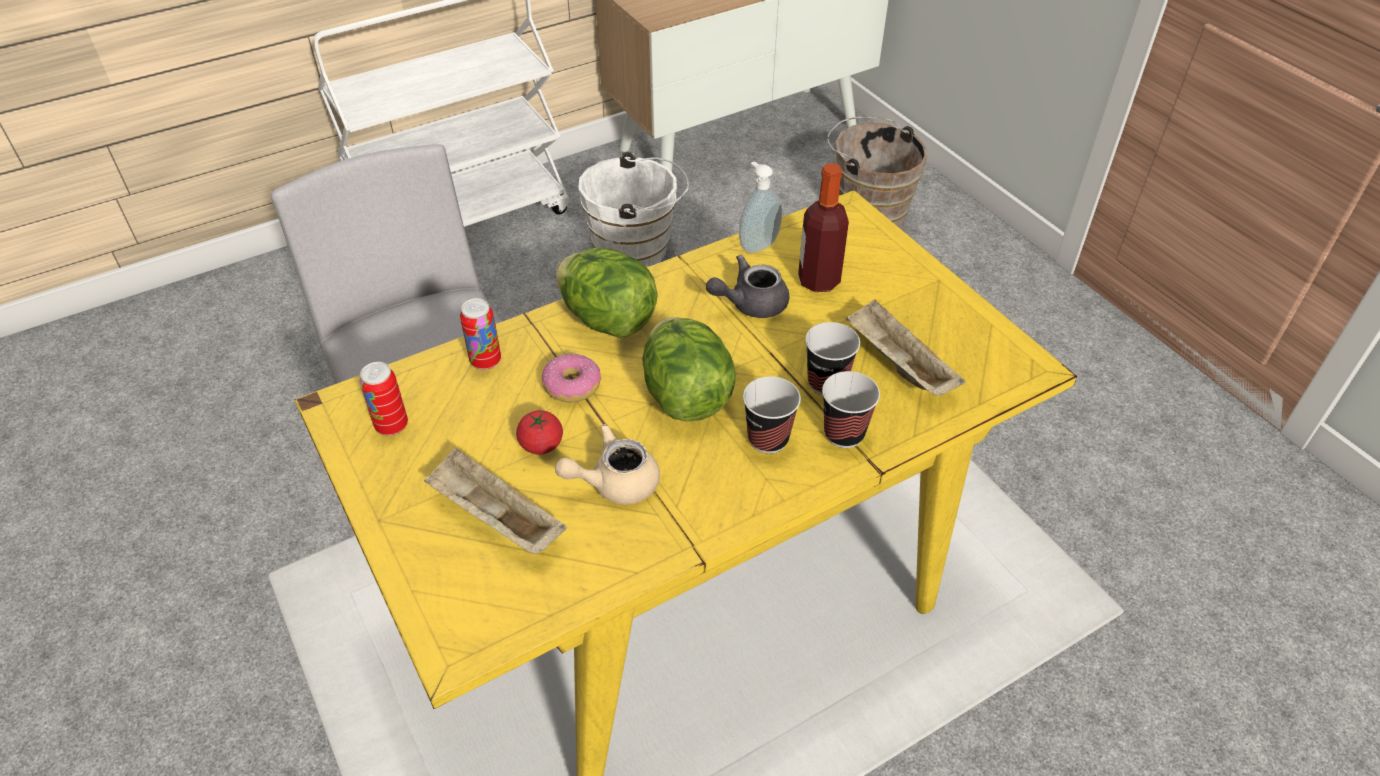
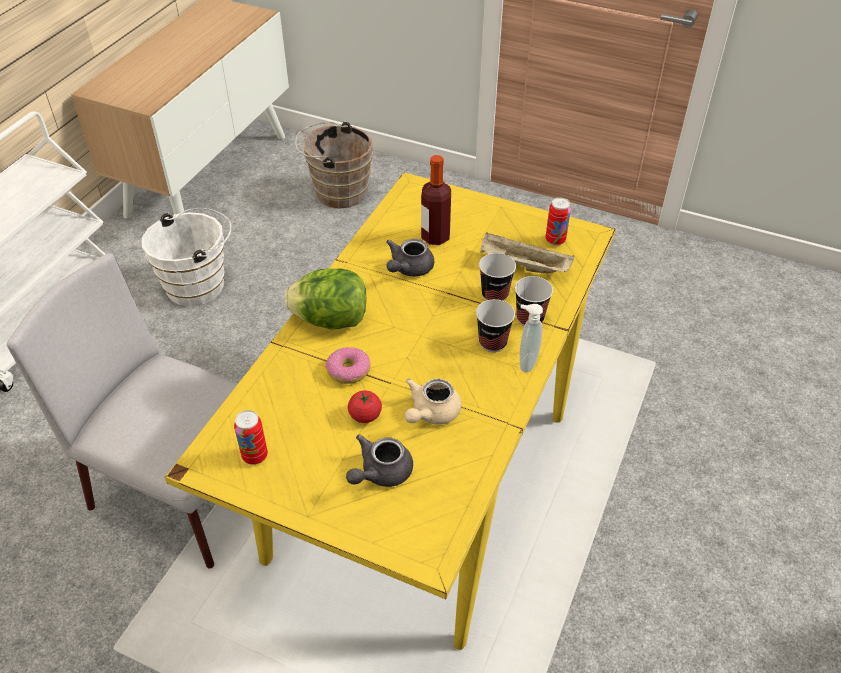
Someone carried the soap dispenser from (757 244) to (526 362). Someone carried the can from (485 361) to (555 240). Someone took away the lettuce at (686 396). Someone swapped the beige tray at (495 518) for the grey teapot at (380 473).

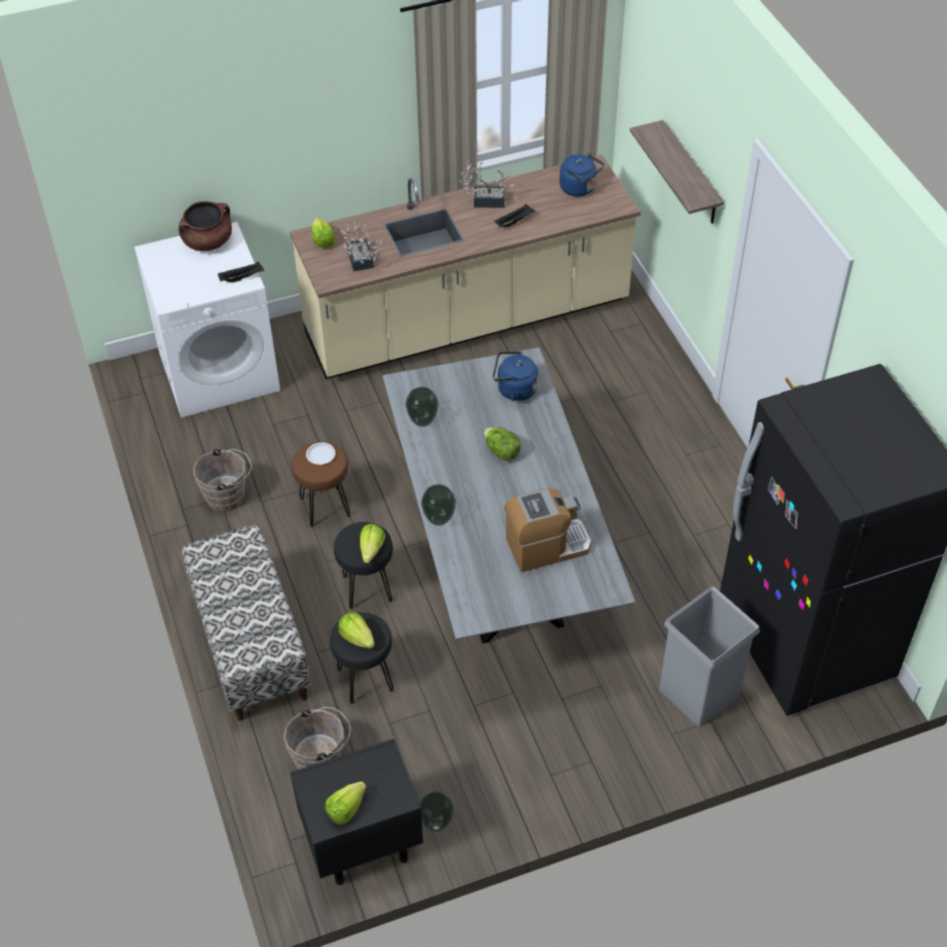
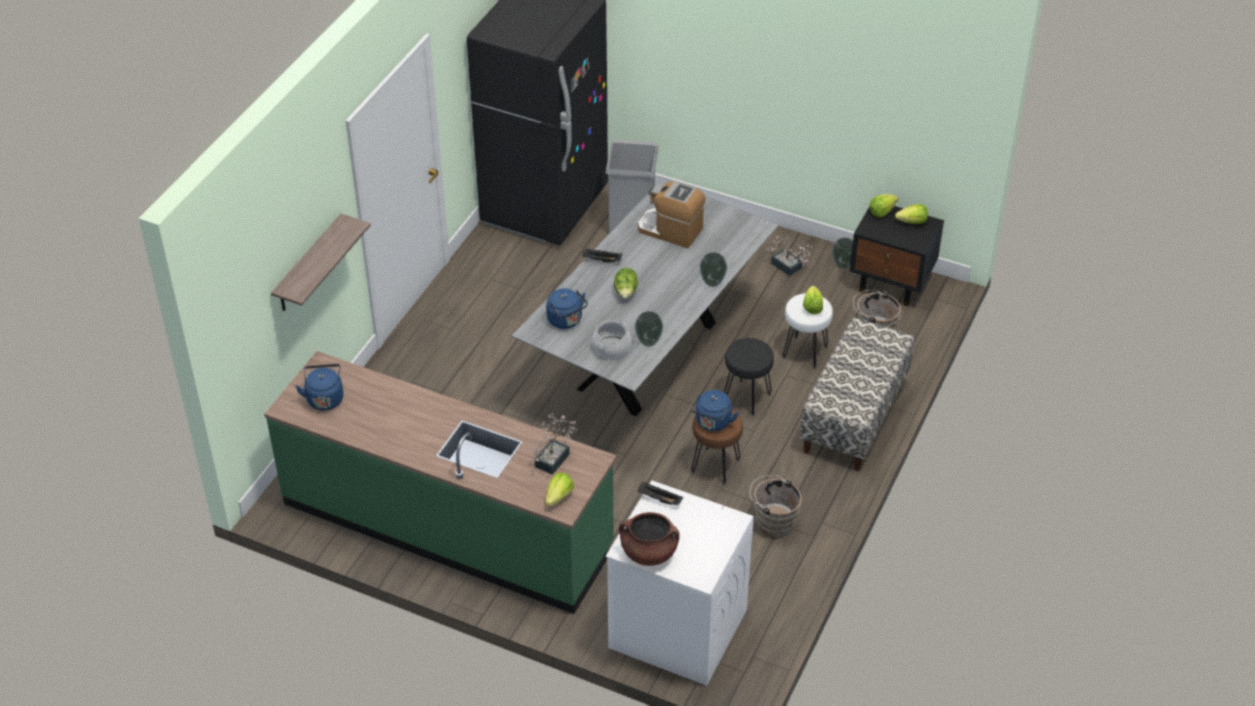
Someone repainted the beige counter at (467 320), which became the green counter at (448 525). Someone carried the potted plant from (485 200) to (788 268). Someone carried the black tray from (514 221) to (601 260). Someone swapped the white plate at (321 455) for the blue kettle at (712 423). Someone carried the lettuce from (371 550) to (882 211). Someone repainted the black stool at (364 679), which became the white stool at (805 352). Someone put down the cooking pot at (611 348).

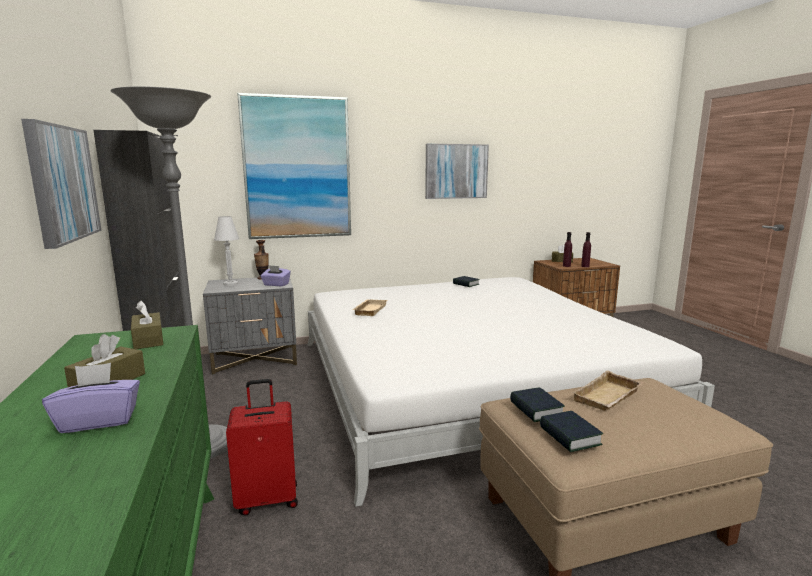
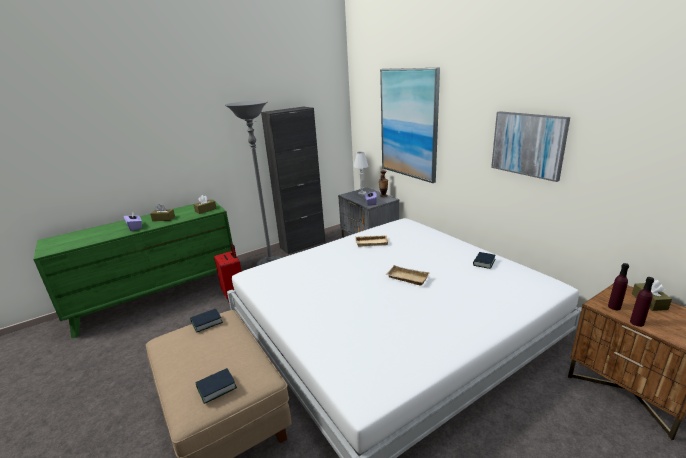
Someone took away the picture at (62 183). Someone carried the beige tray from (608 397) to (406 278). Someone carried the book from (569 436) to (216 388).

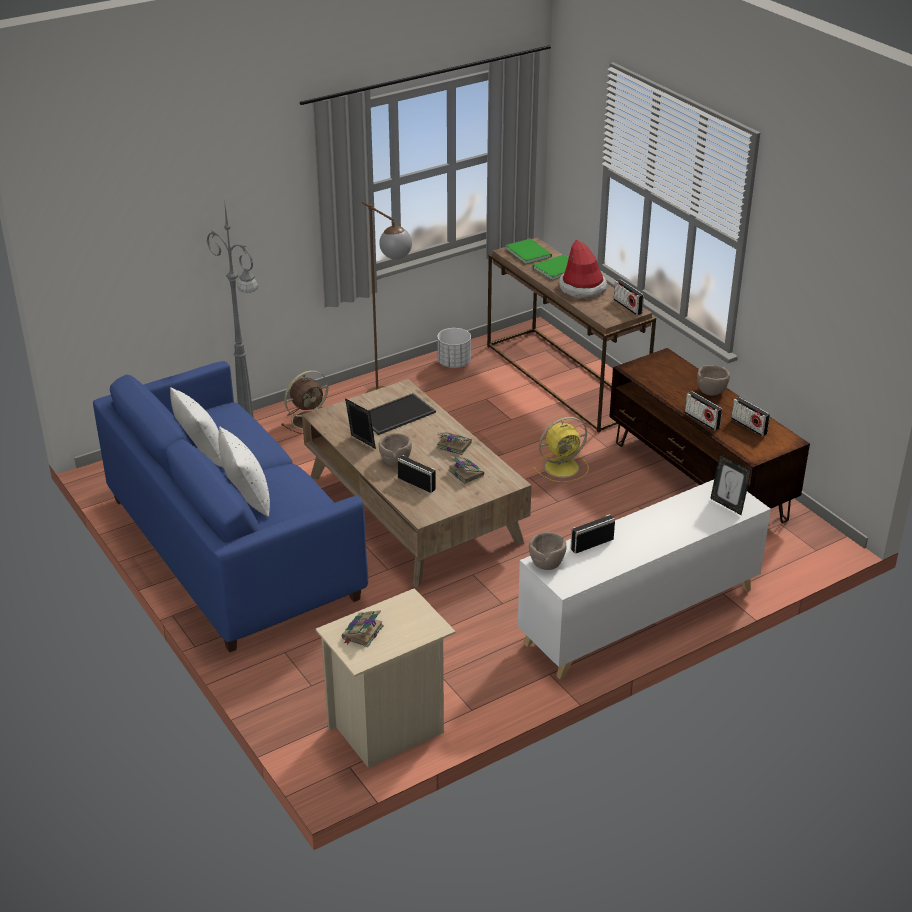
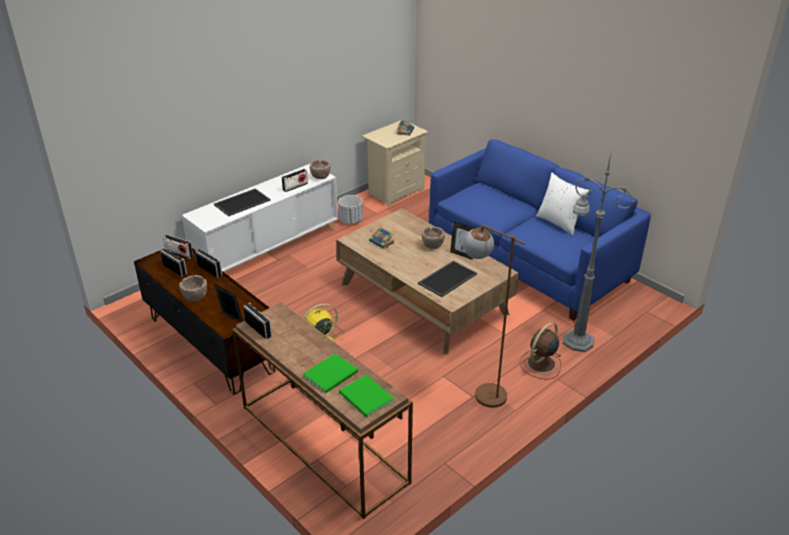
Someone took away the hat at (582 287). Someone carried the white planter from (454 363) to (351 220). Someone took away the white pillow at (247 499). Someone took away the book at (453 445). Someone carried the picture frame from (727 505) to (231 319). Someone carried the radio from (416 483) to (179 254). Someone put down the tray at (242 202).

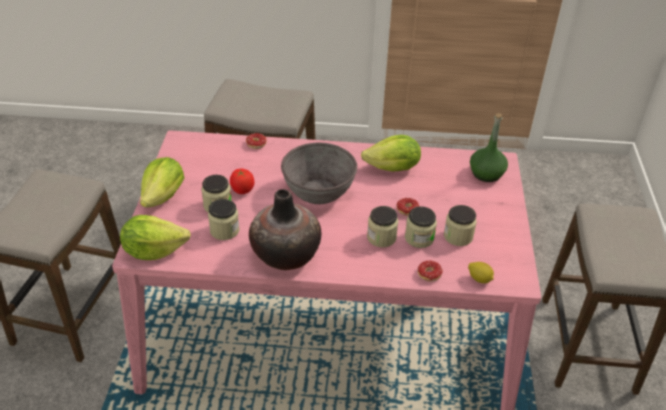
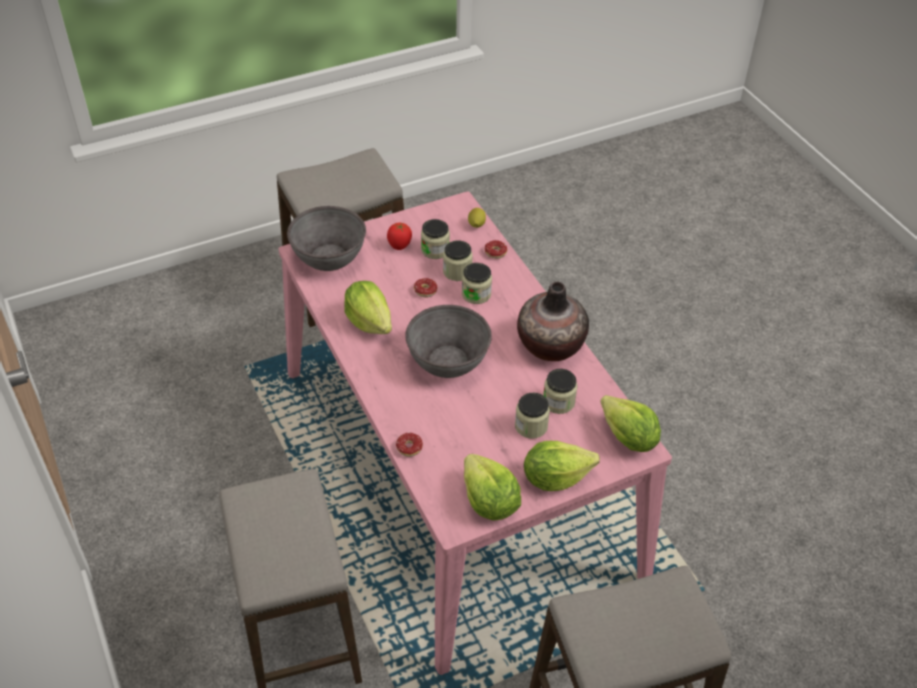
Someone swapped the green bottle at (486 173) for the grey bowl at (329 257). Someone carried the tomato from (242 190) to (399 245). Someone put down the lettuce at (489 500).

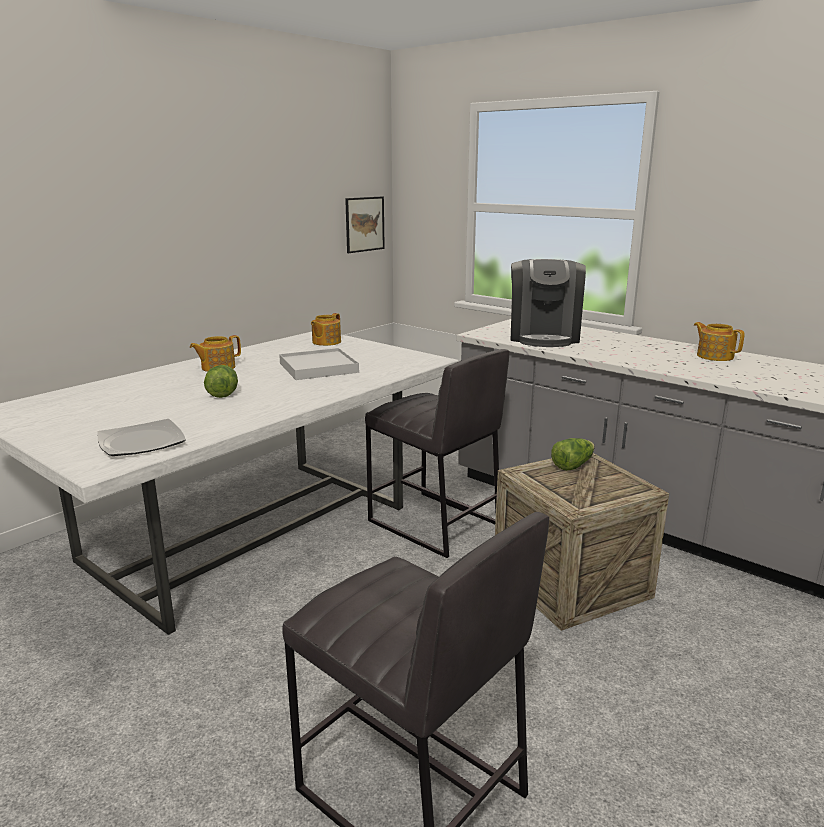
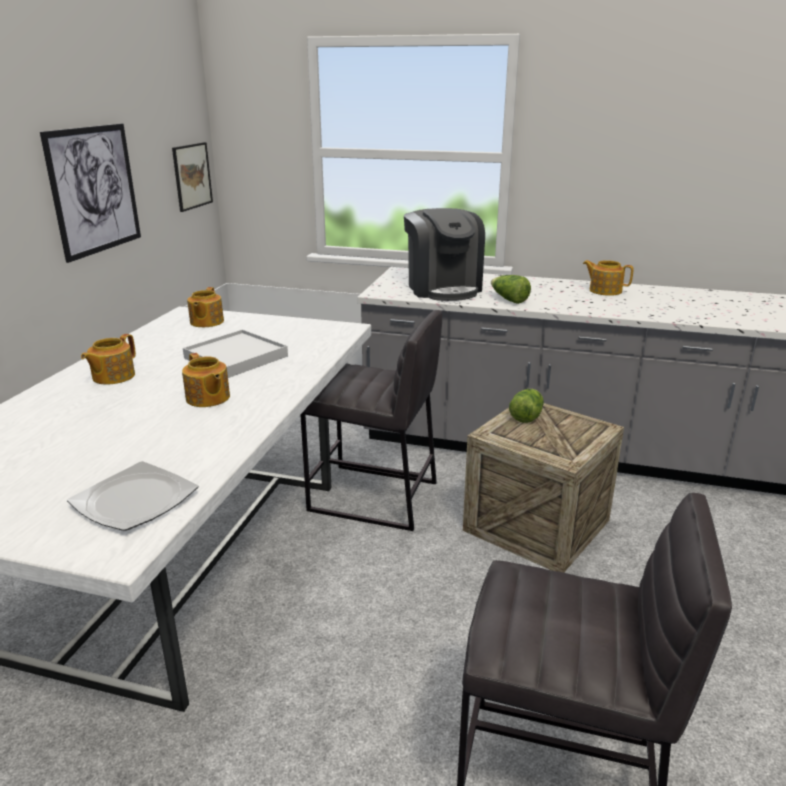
Someone carried the lettuce from (222 392) to (508 299). Someone put up the picture at (94 190). Someone put down the teapot at (207 398).

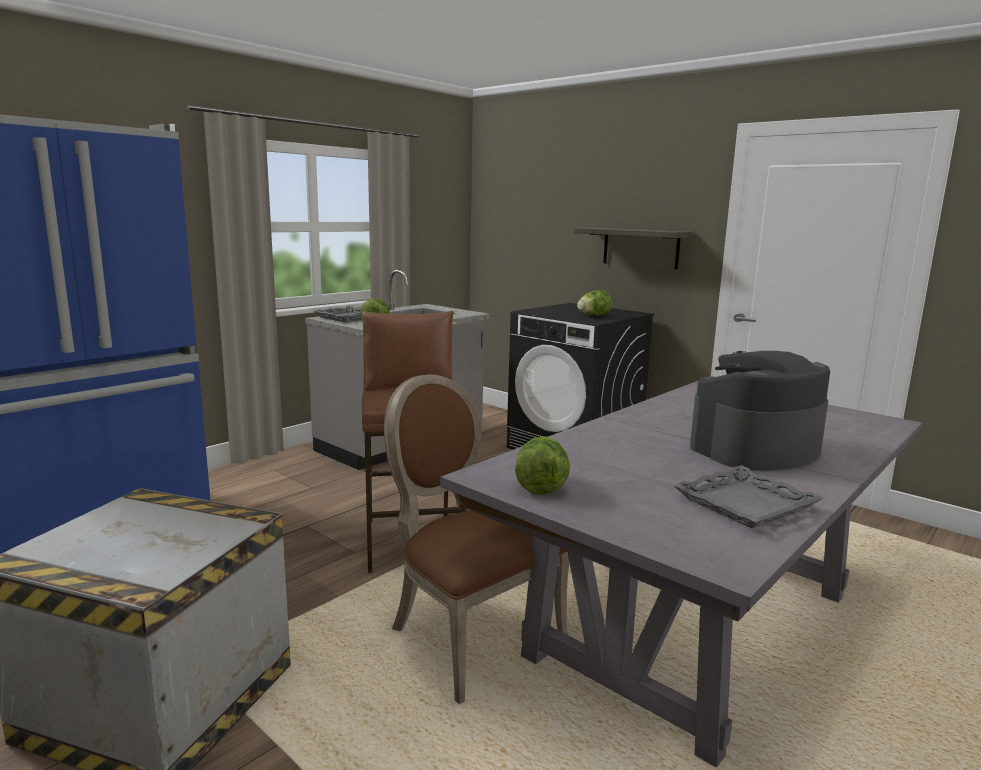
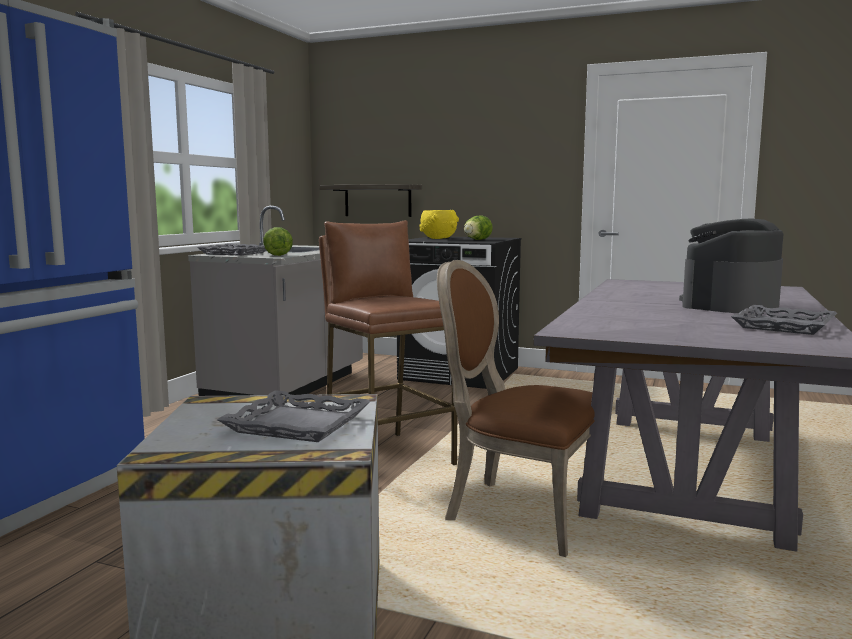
Someone carried the shelf from (640 247) to (377 200). Someone took away the lettuce at (540 485). Someone put down the yellow bowl at (439 238). Someone put down the grey tray at (298 424).

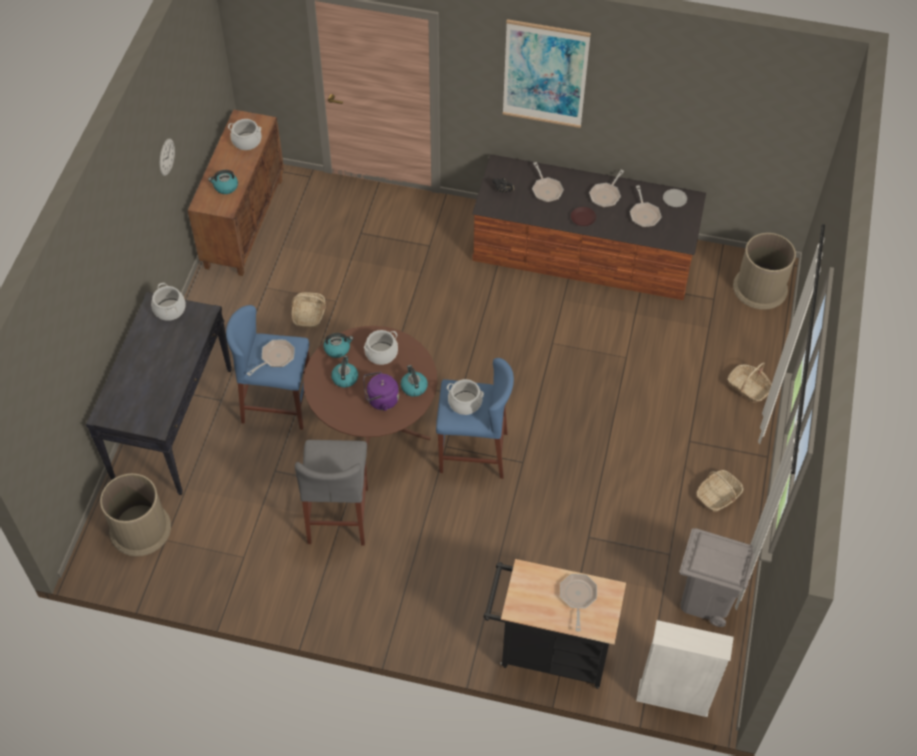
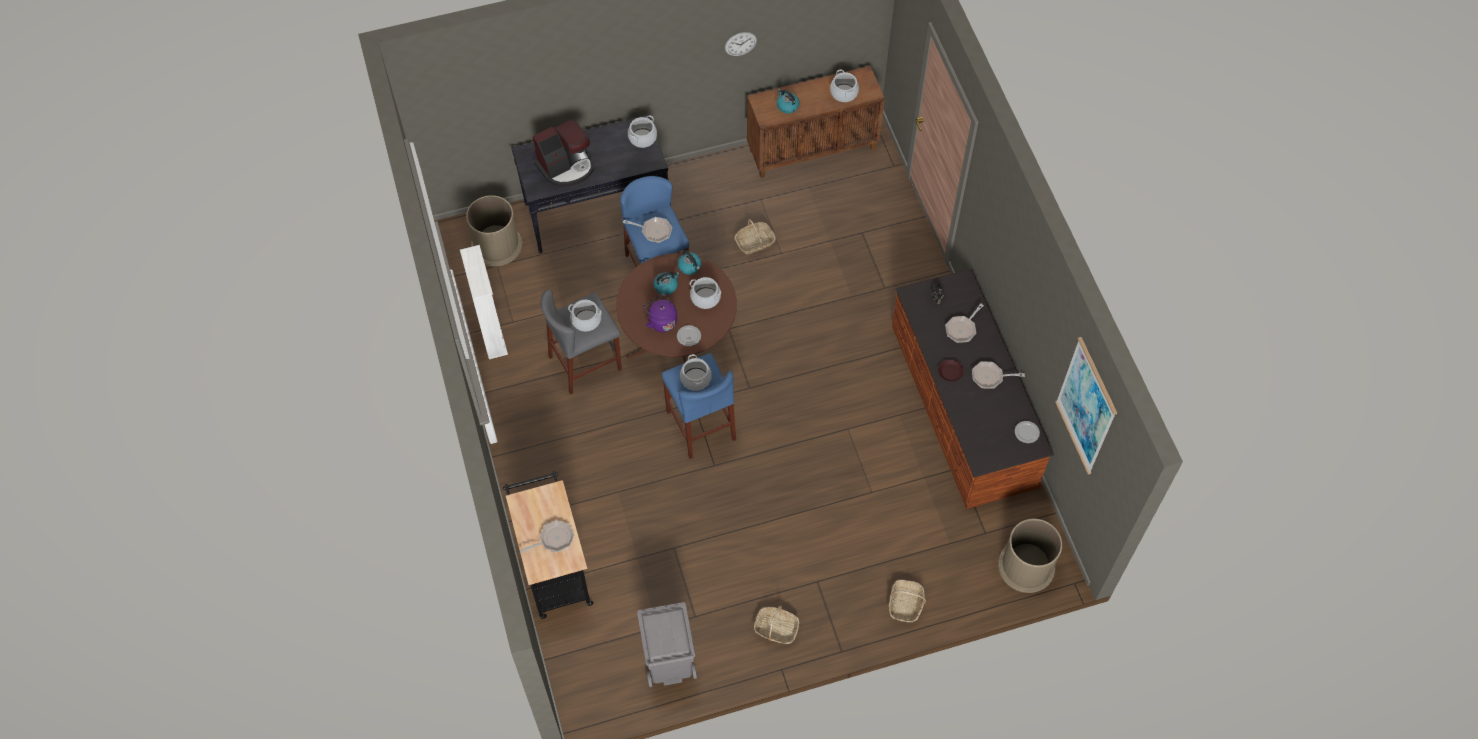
Someone carried the picture from (545 74) to (1086 406). Someone took away the frying pan at (644 214). Someone swapped the kettle at (413 387) for the plate at (688 336). Someone carried the white bookcase from (673 698) to (491 333). Someone put down the coffee machine at (566 166). Someone put down the cooking pot at (586 320).

